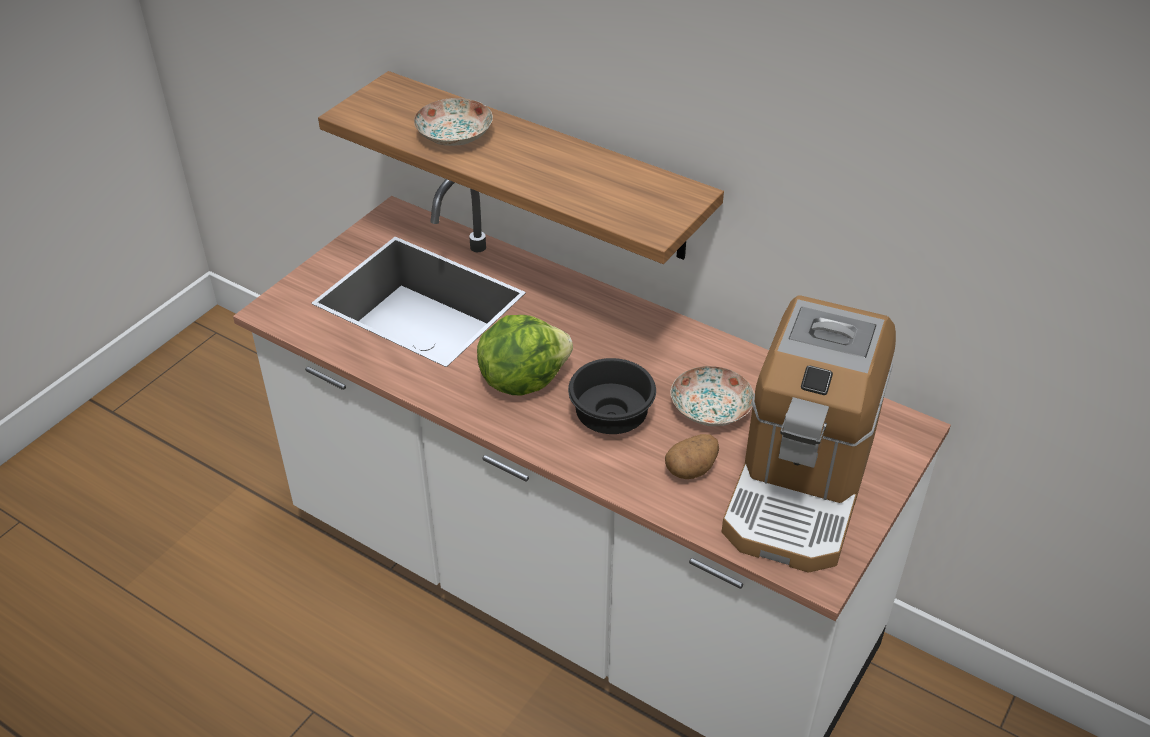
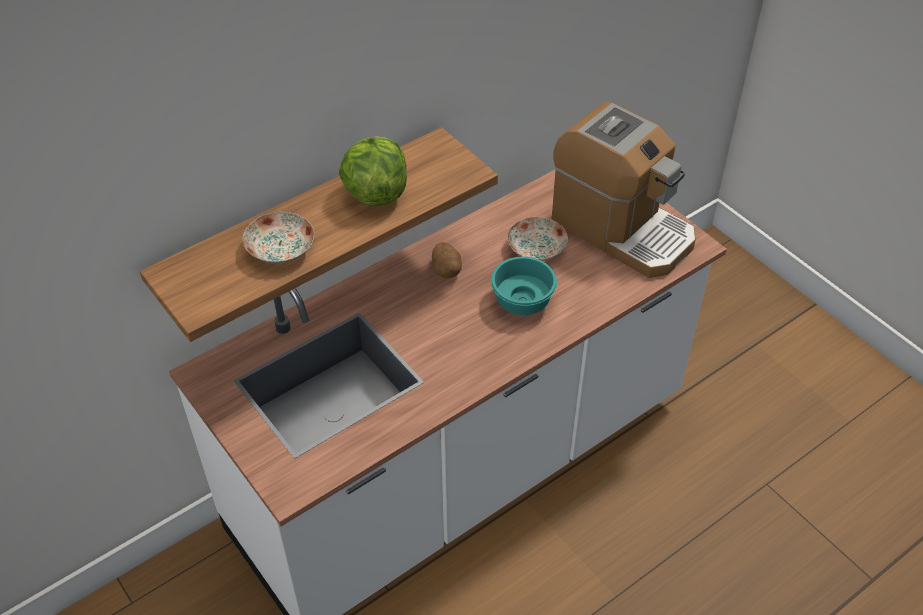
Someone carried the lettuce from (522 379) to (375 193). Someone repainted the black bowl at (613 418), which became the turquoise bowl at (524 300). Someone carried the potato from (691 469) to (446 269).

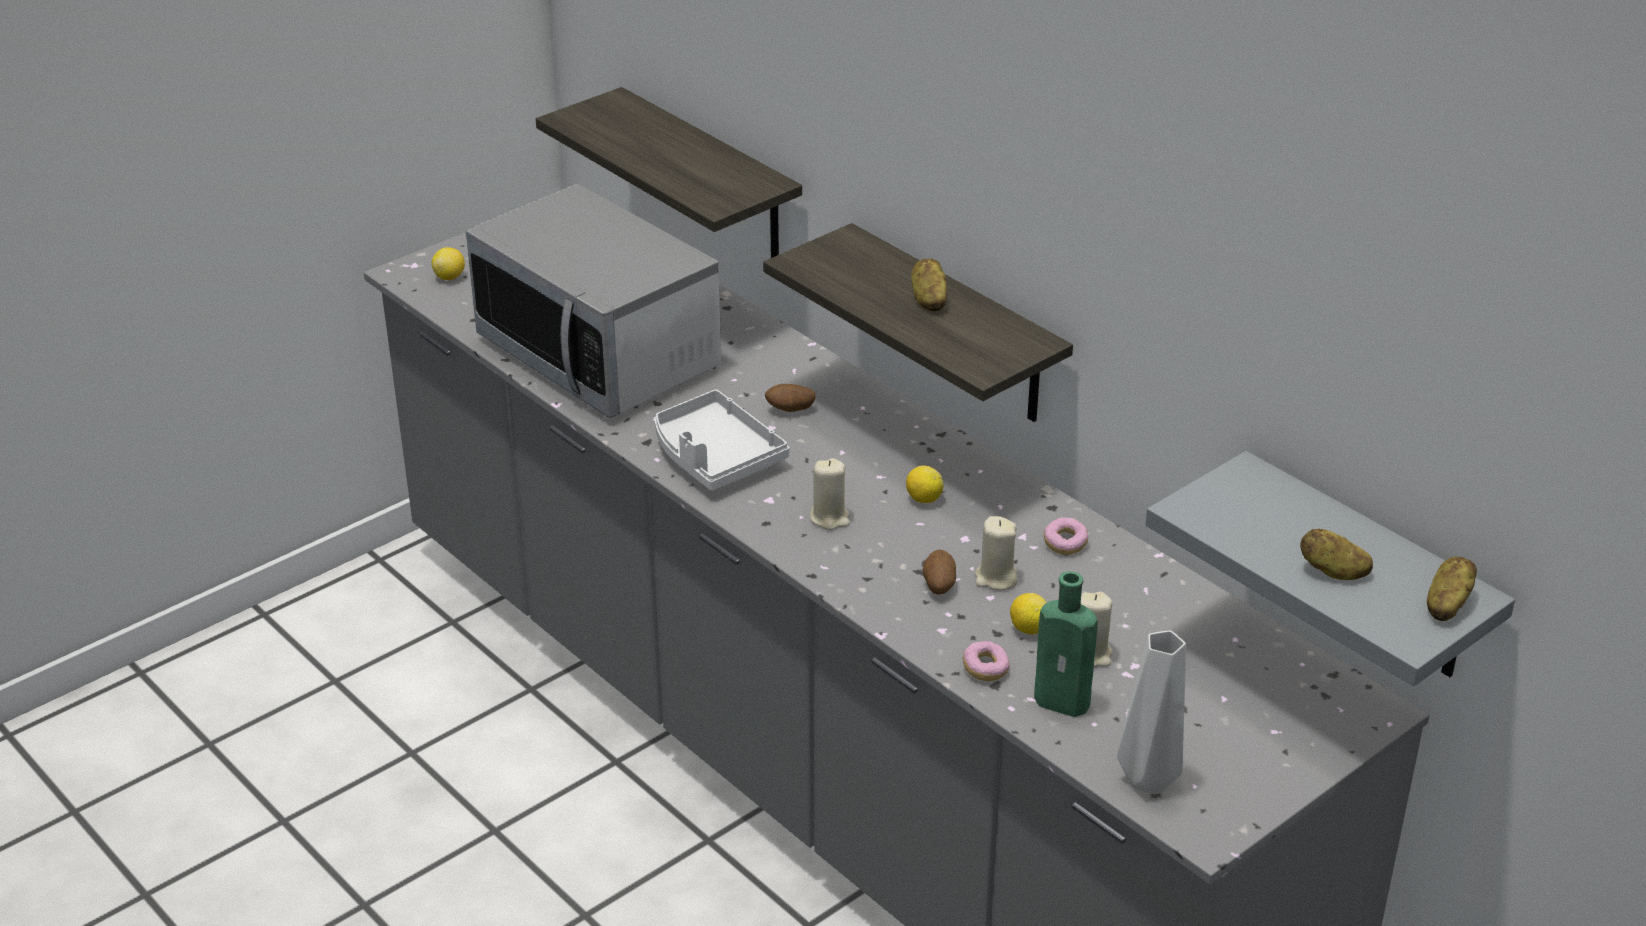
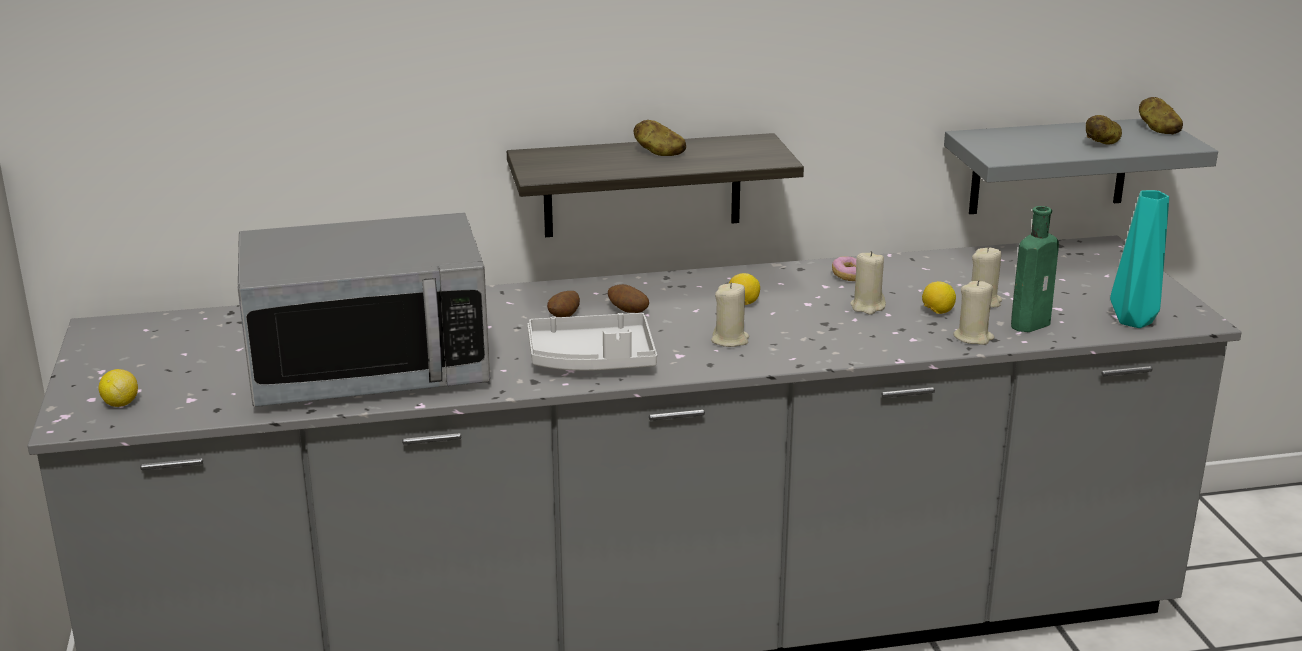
Someone took away the shelf at (710 177). Someone carried the potato from (938 585) to (628 311). Someone repainted the grey vase at (1152 781), which became the turquoise vase at (1136 321). Someone swapped the donut at (985 669) for the beige candle at (973 337).

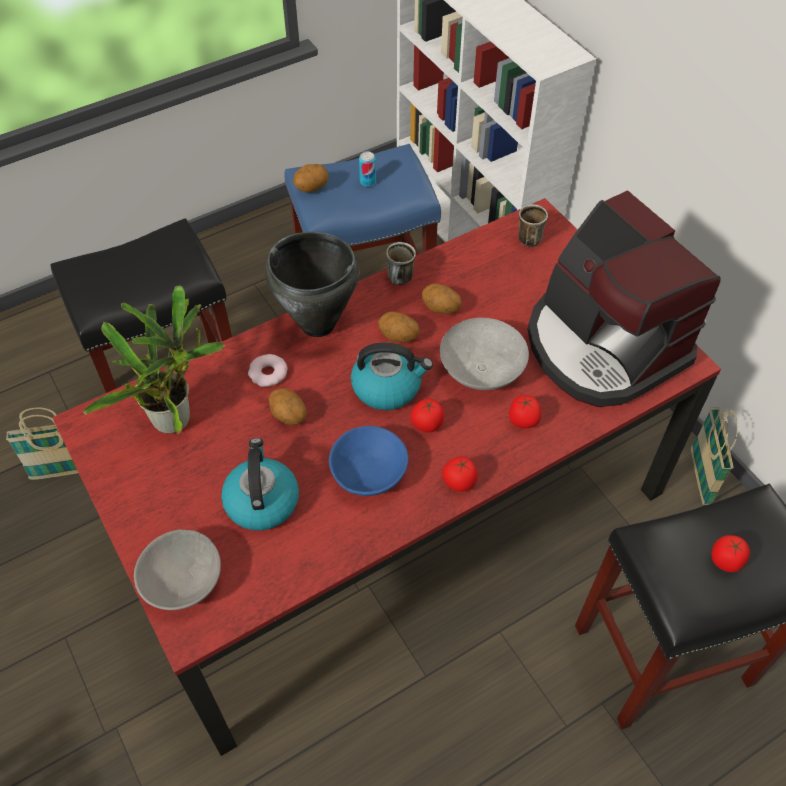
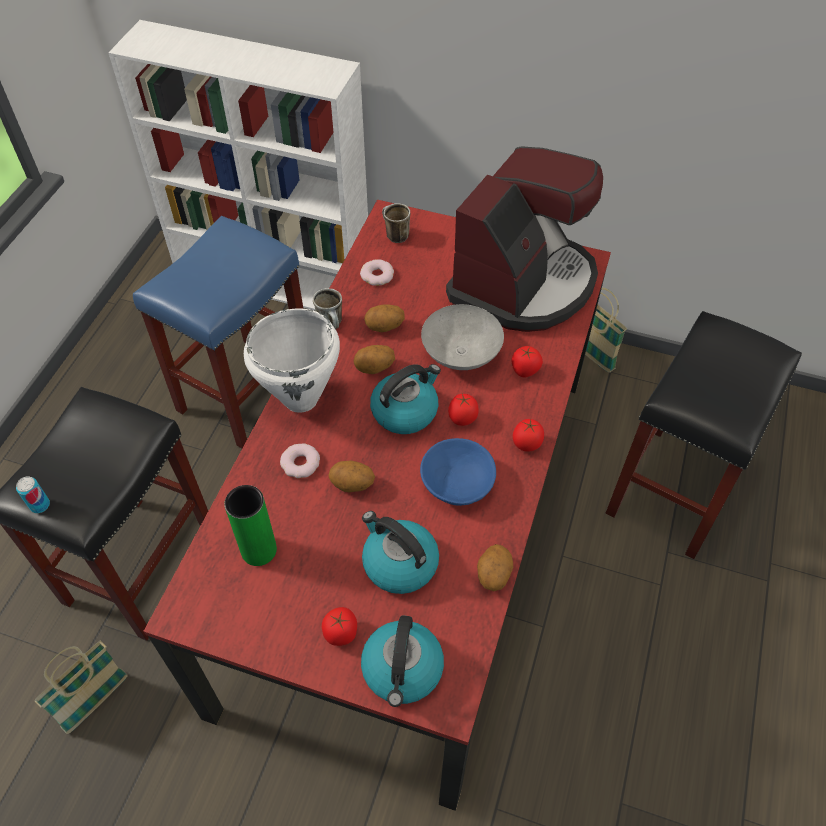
Someone carried the can from (368 182) to (40 505). Someone carried the potato from (311 188) to (493 575). Someone rotated the coffee machine at (602 346) by 75 degrees counterclockwise. Someone repainted the black cooking pot at (318 325), which became the white cooking pot at (301 399). Someone swapped the potted plant at (176 416) for the green vase at (259 550). Someone swapped the grey bowl at (183 581) for the kettle at (402 670). Someone carried the tomato from (725 561) to (341 633). Someone put down the donut at (377 275).

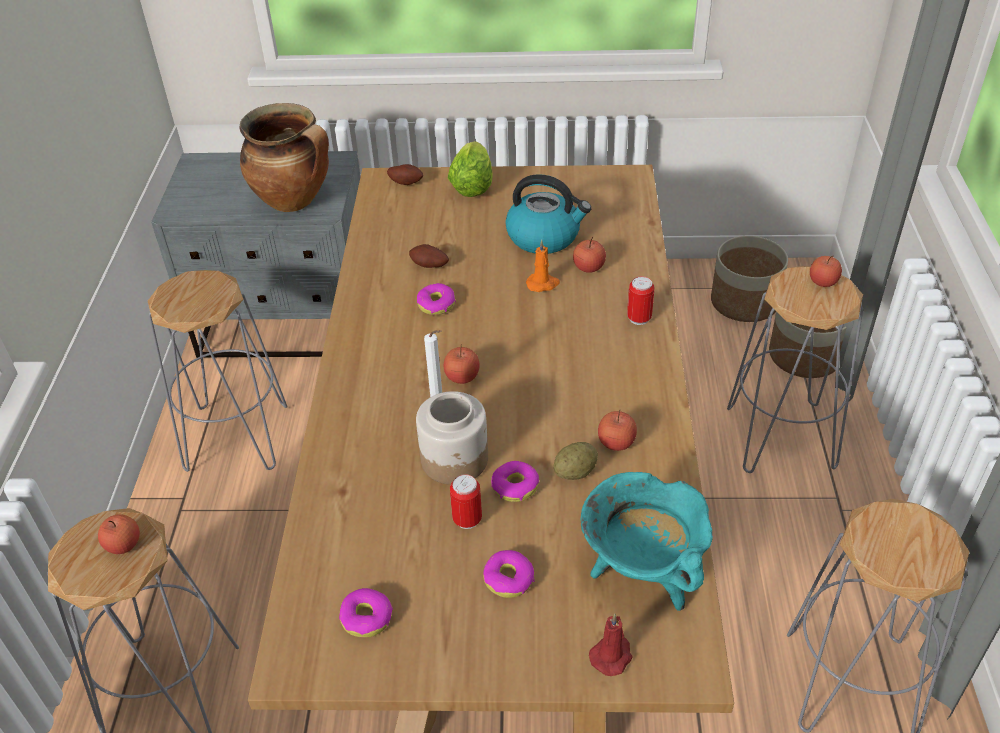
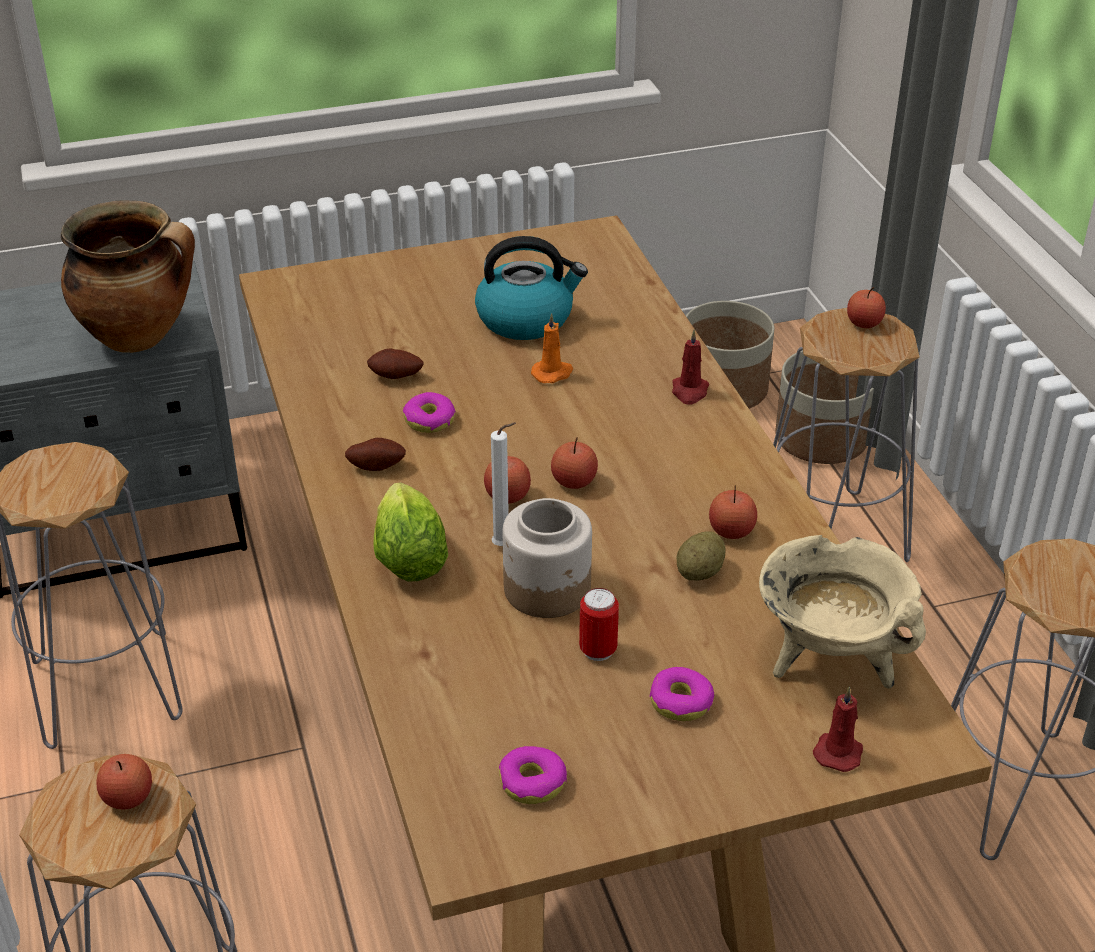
Someone carried the lettuce from (472 184) to (408 554). Someone carried the potato from (406 182) to (376 466). Someone carried the apple from (588 267) to (574 481). Someone swapped the can at (639 318) for the red candle at (689 392). Someone took away the donut at (515 486). Someone repainted the turquoise cooking pot at (642 573), which became the beige cooking pot at (830 661).

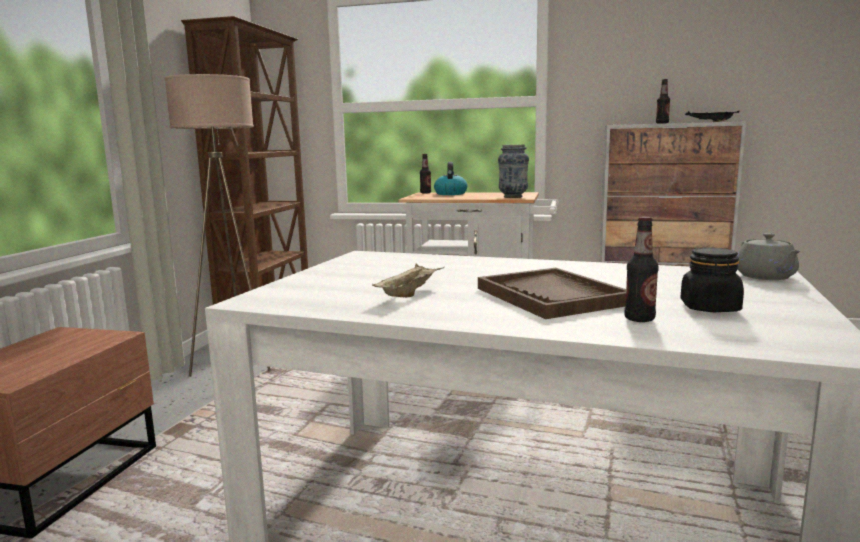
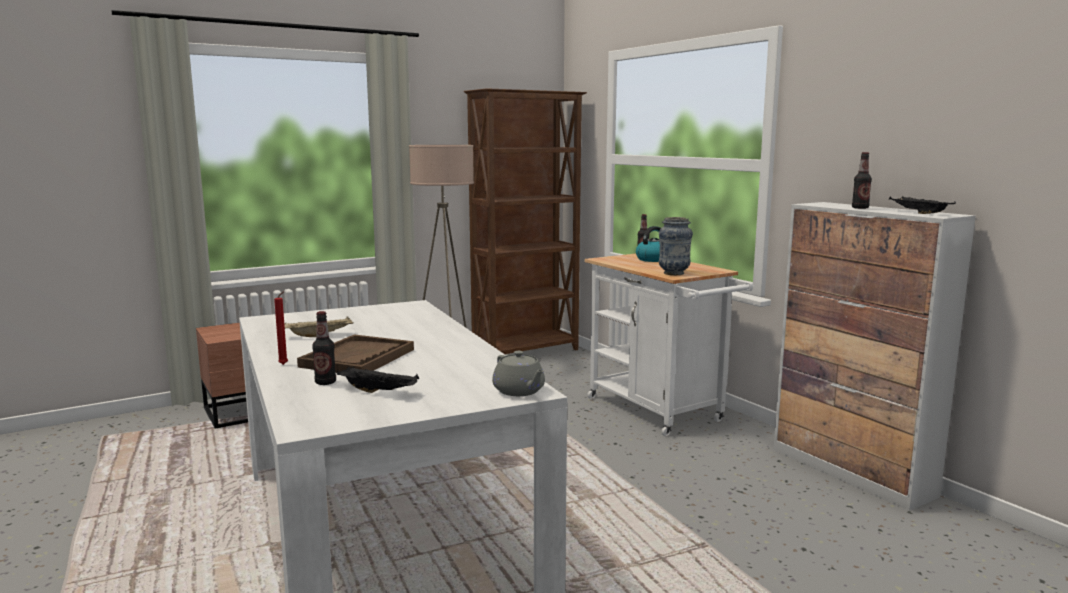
Someone rotated the grey teapot at (765 277) by 75 degrees counterclockwise. Someone swapped the black jar at (710 308) for the black tray at (380 391). Someone put down the red candle at (284 365).

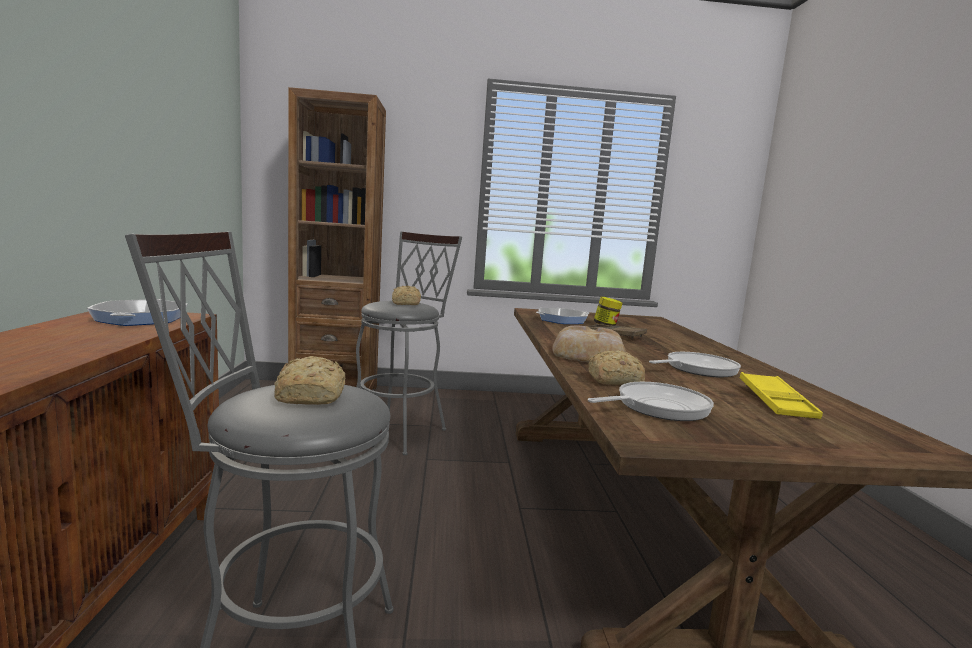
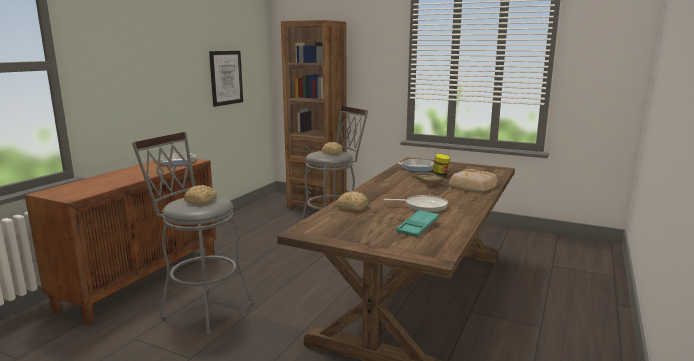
Someone carried the bread from (588 354) to (472 185). Someone repainted the yellow tray at (776 402), which became the turquoise tray at (418 227). Someone took away the frying pan at (657 407). Someone put up the picture at (226 77).

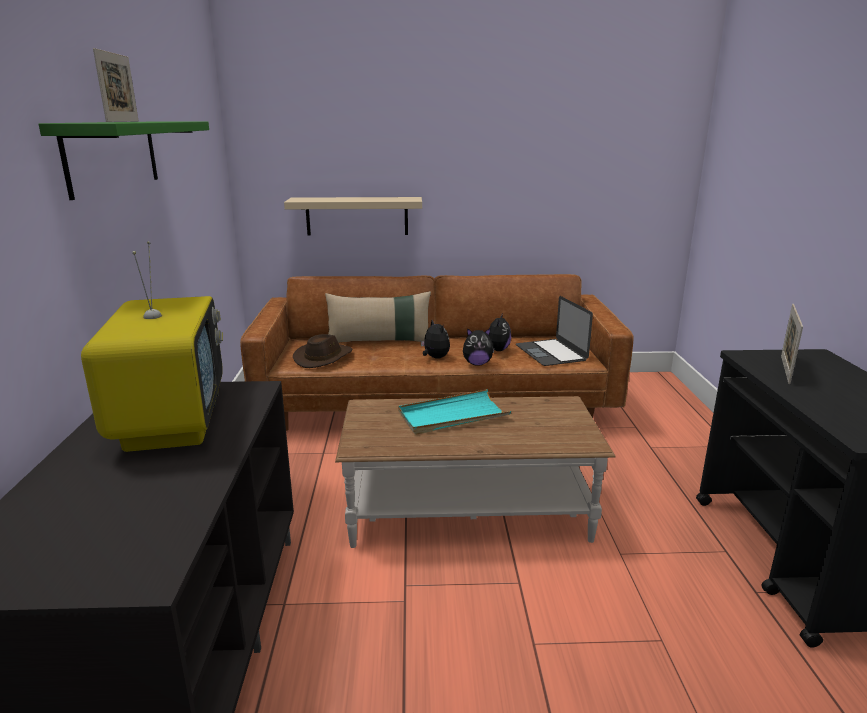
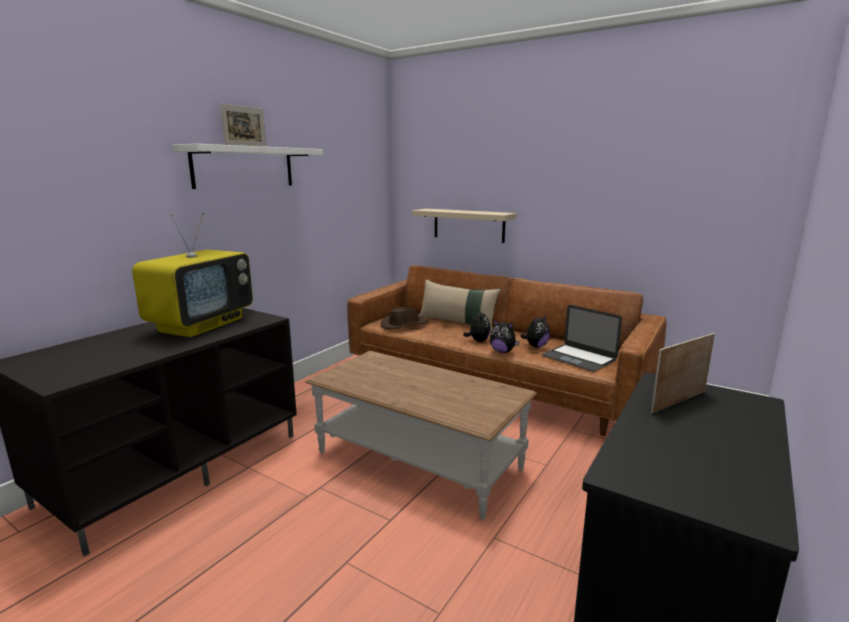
Someone repainted the green shelf at (113 155), which became the white shelf at (244 167). Someone rotated the laptop at (551 352) by 60 degrees counterclockwise. Someone took away the turquoise tray at (452 416).

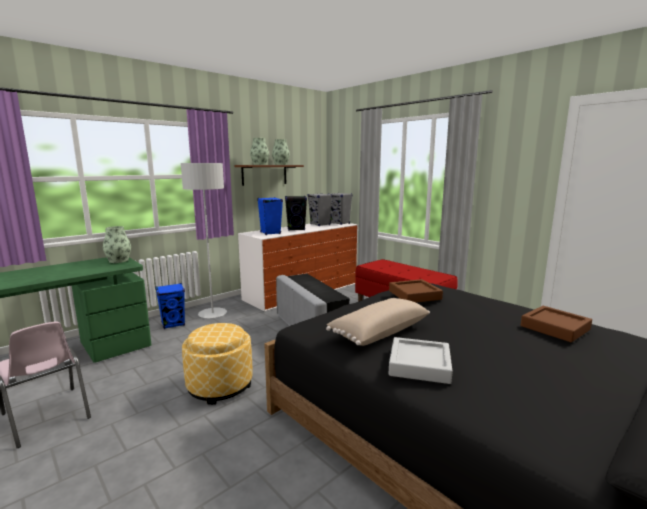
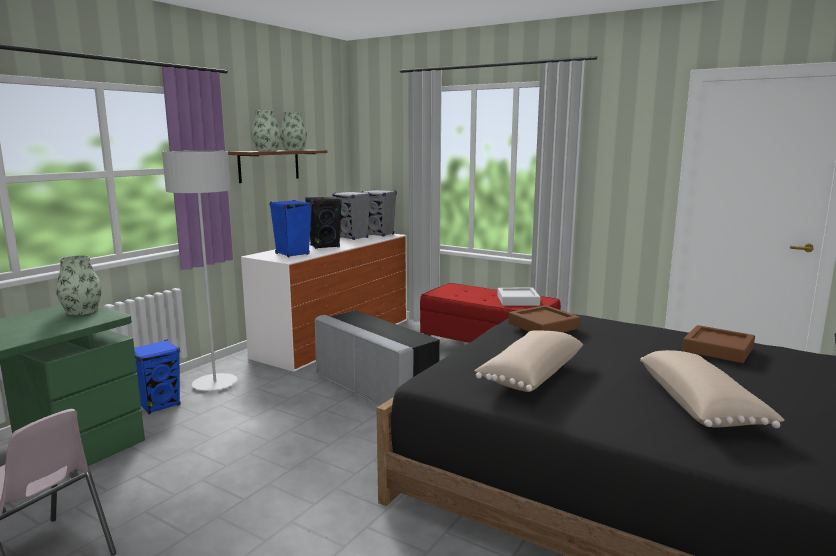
Someone took away the ottoman at (220 385). Someone carried the grey tray from (419 365) to (518 300). Someone put down the beige pillow at (701 406).

